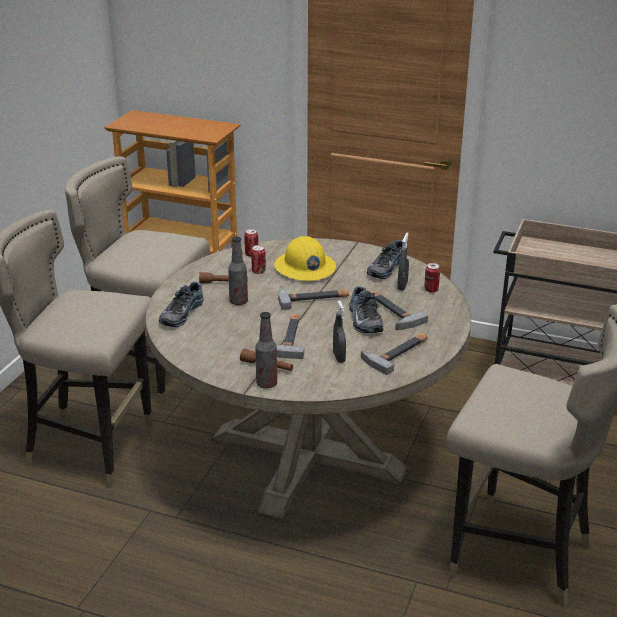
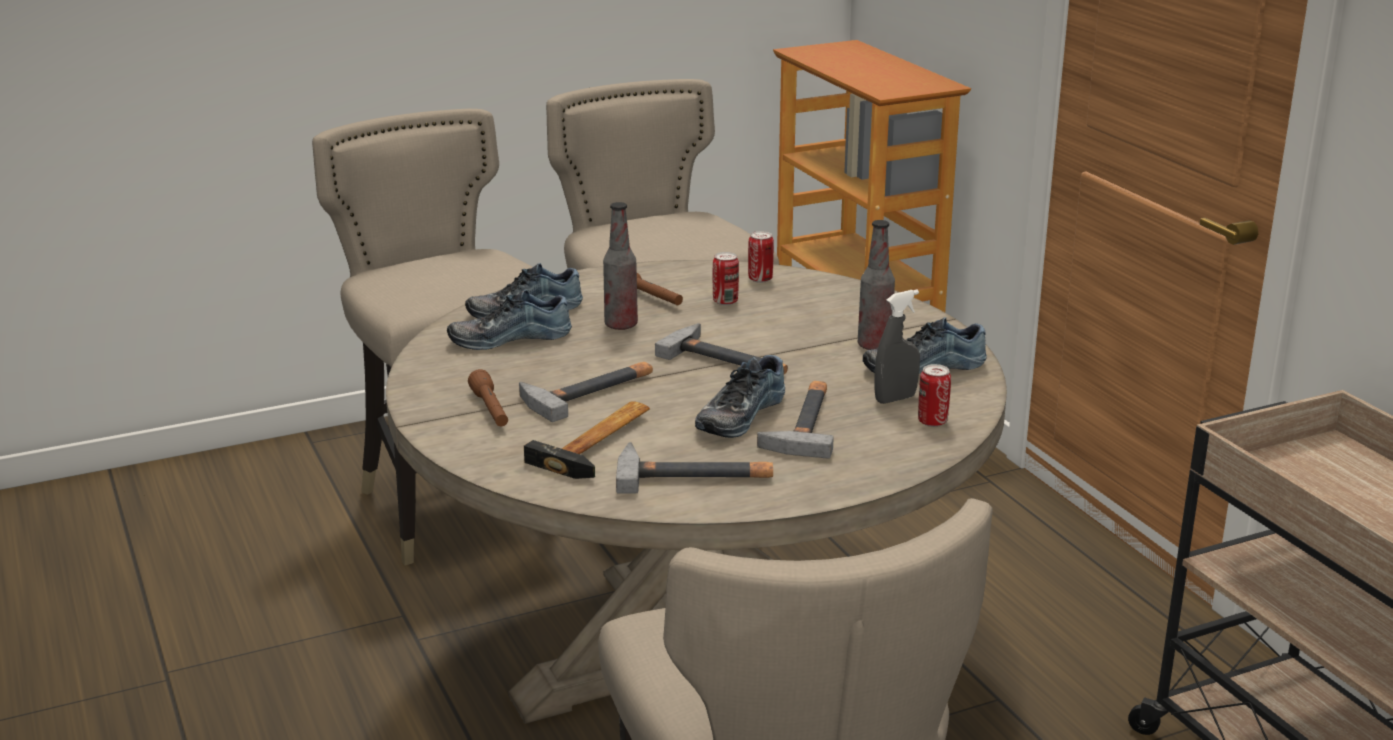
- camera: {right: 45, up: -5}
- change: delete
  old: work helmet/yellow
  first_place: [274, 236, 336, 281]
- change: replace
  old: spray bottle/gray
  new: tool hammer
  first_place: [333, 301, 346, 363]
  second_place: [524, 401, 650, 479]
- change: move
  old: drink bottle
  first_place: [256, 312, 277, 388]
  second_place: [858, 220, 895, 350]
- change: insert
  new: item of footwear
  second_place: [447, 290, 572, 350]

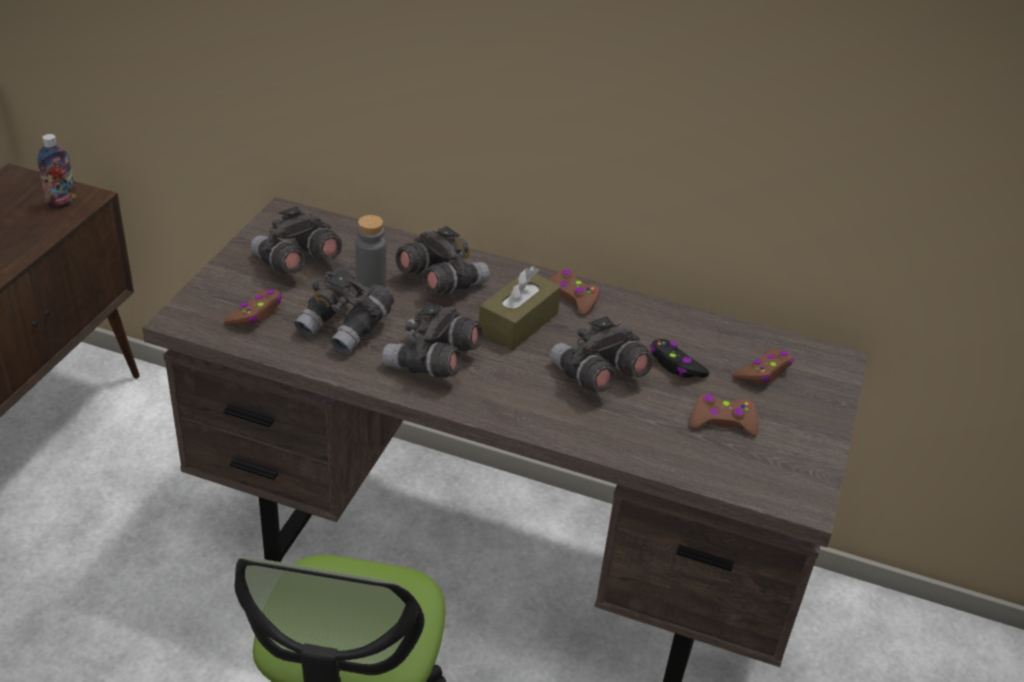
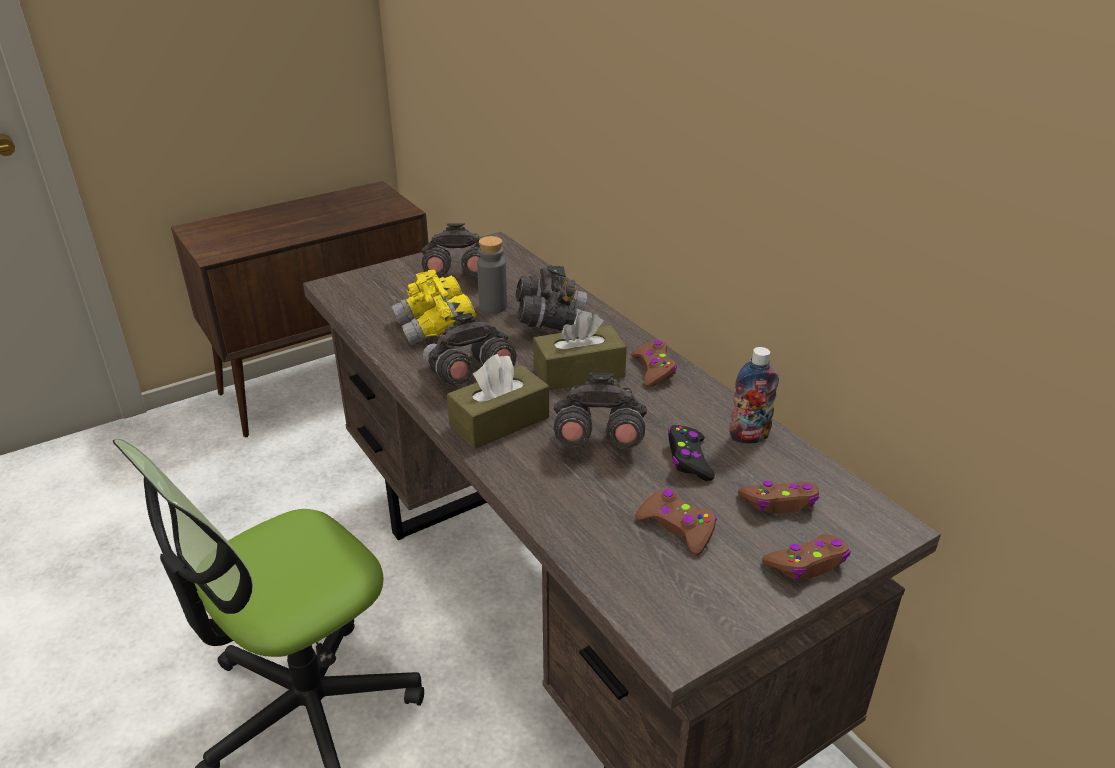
- camera: {right: 40, up: -5}
- change: move
  old: drink bottle
  first_place: [37, 134, 76, 209]
  second_place: [729, 347, 779, 443]
- change: recolor
  old: pair of binoculars/gray
  new: pair of binoculars/yellow
  first_place: [294, 268, 394, 354]
  second_place: [391, 270, 476, 345]
- change: move
  old: game controller/brownish
  first_place: [223, 289, 282, 326]
  second_place: [762, 534, 851, 579]
- change: insert
  new: box of tissues/brownish
  second_place: [447, 354, 549, 449]

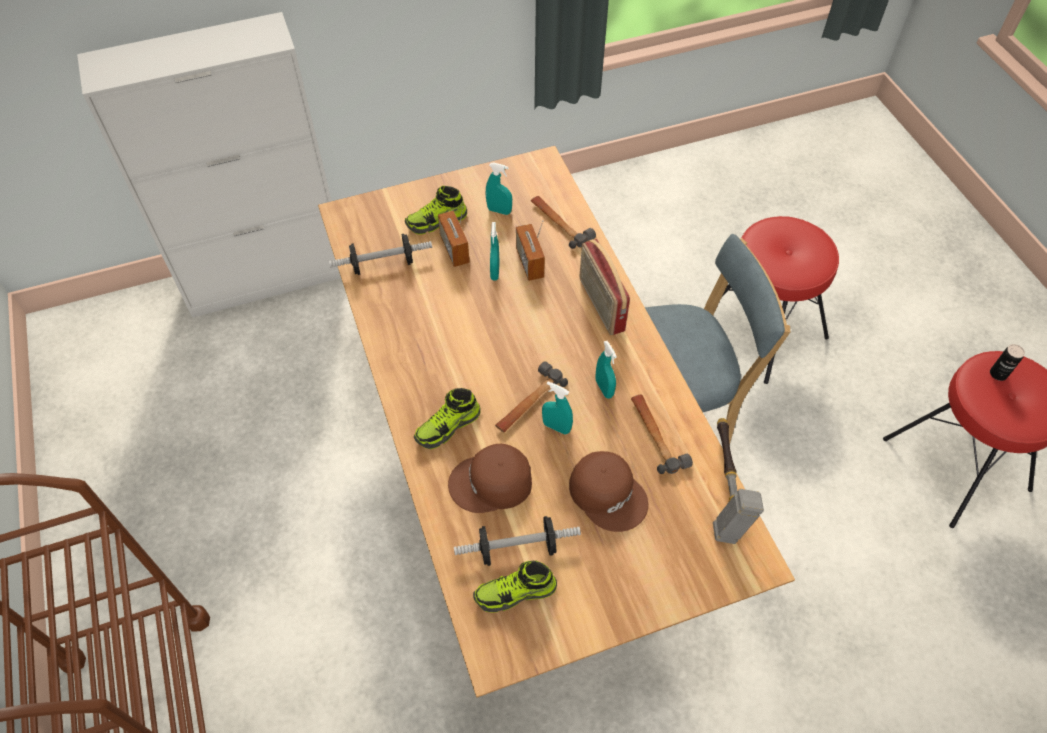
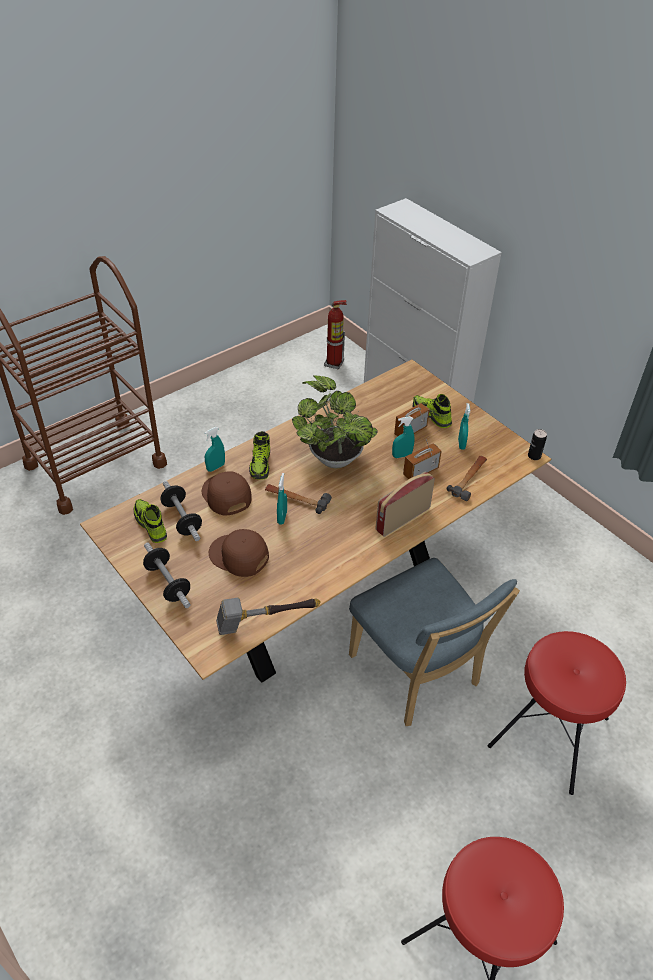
- camera: {right: 70, up: -10}
- change: move
  old: hand weight
  first_place: [329, 234, 432, 275]
  second_place: [143, 543, 191, 608]
- change: move
  old: spray bottle/blue-green
  first_place: [596, 341, 617, 399]
  second_place: [204, 427, 225, 472]
- change: move
  old: sealed can
  first_place: [990, 344, 1025, 381]
  second_place: [528, 429, 547, 460]
- change: rotate
  old: item of footwear
  first_place: [414, 388, 481, 449]
  second_place: [249, 431, 270, 480]
  degrees: -120
- change: delete
  old: tool hammer
  first_place: [631, 394, 693, 474]
- change: rotate
  old: cap/brownish
  first_place: [569, 451, 648, 532]
  second_place: [209, 529, 269, 577]
  degrees: 90
- change: insert
  new: fire-fighting cylinder
  second_place: [324, 300, 347, 370]
- change: insert
  new: plant in a pot
  second_place: [292, 375, 378, 468]

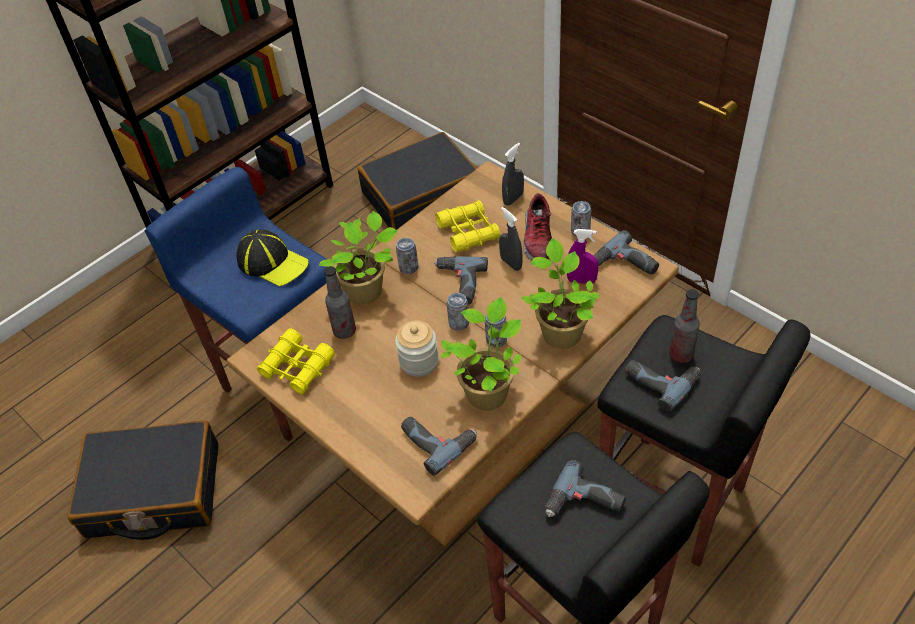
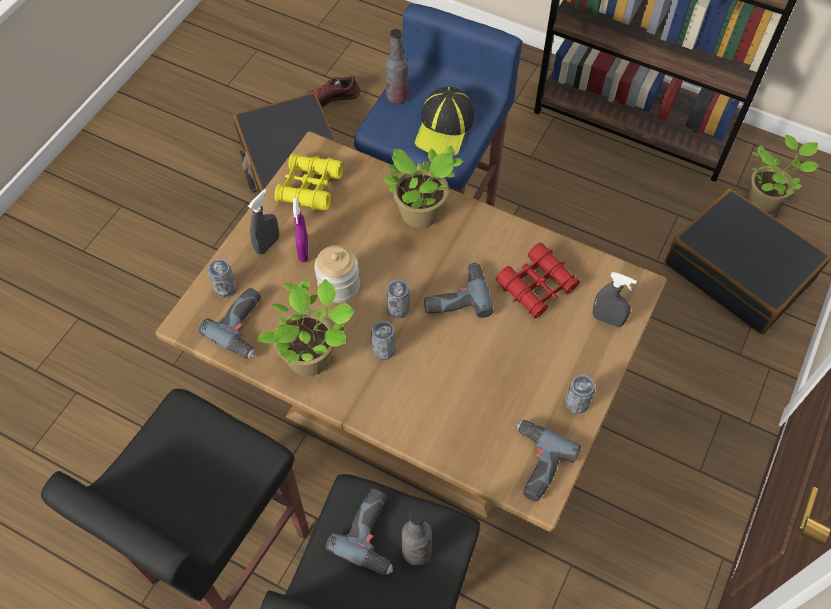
- camera: {right: 70, up: 10}
- change: move
  old: item of footwear
  first_place: [523, 193, 552, 260]
  second_place: [306, 75, 361, 107]
- change: recolor
  old: pair of binoculars/yellow
  new: pair of binoculars/red
  first_place: [435, 200, 500, 252]
  second_place: [496, 242, 580, 318]
- change: move
  old: spray bottle/gray
  first_place: [499, 207, 523, 271]
  second_place: [248, 189, 279, 255]
- change: move
  old: spray bottle/purplish
  first_place: [567, 229, 599, 284]
  second_place: [293, 198, 308, 262]
- change: move
  old: sealed can
  first_place: [396, 238, 419, 274]
  second_place: [208, 259, 237, 298]
- change: move
  old: plant in a pot
  first_place: [521, 238, 600, 349]
  second_place: [749, 135, 820, 212]
- change: move
  old: drink bottle
  first_place: [324, 266, 356, 339]
  second_place: [385, 29, 408, 104]
- change: delete
  old: electric drill
  first_place: [545, 460, 626, 517]

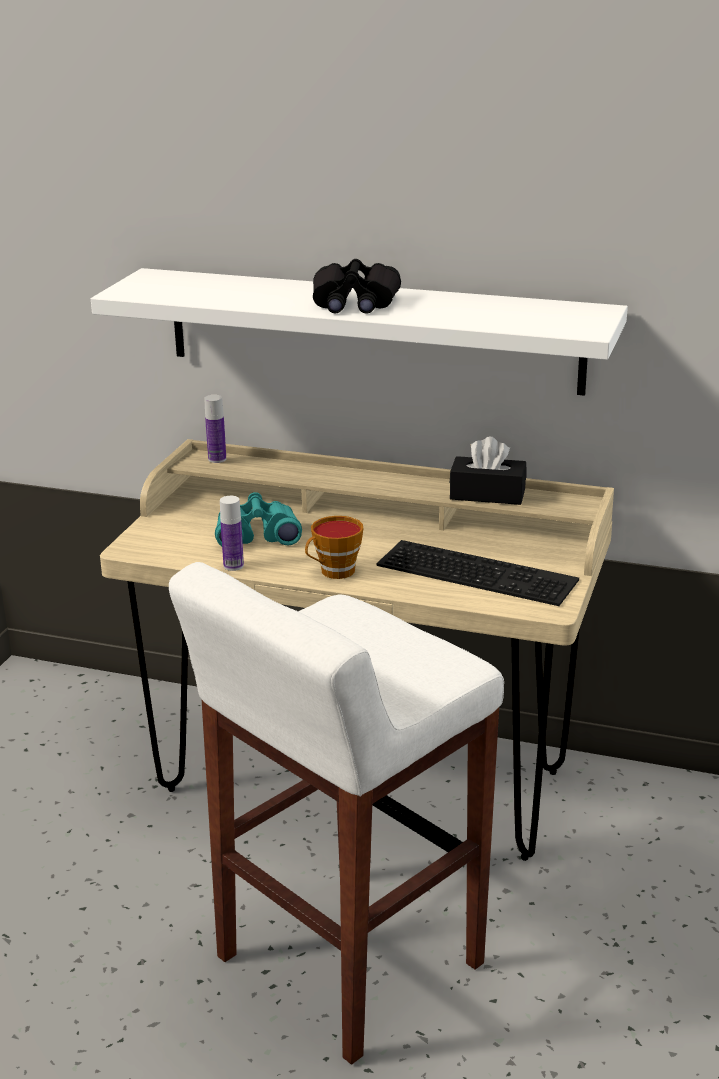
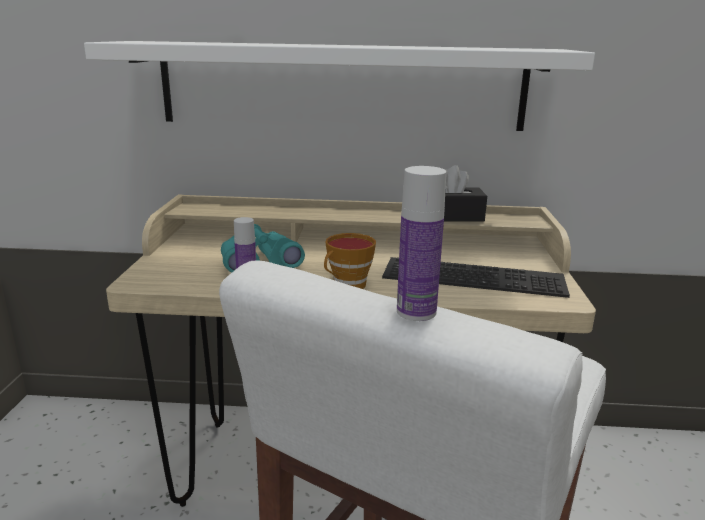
- camera: {right: -15, up: -5}
- change: delete
  old: pair of binoculars/blackish
  first_place: [313, 259, 401, 314]
- change: move
  old: drink bottle
  first_place: [204, 395, 226, 463]
  second_place: [397, 166, 446, 321]

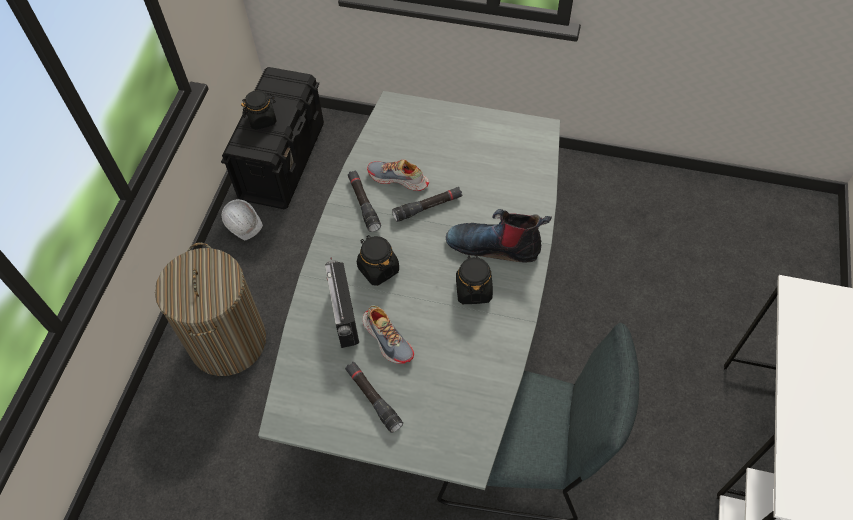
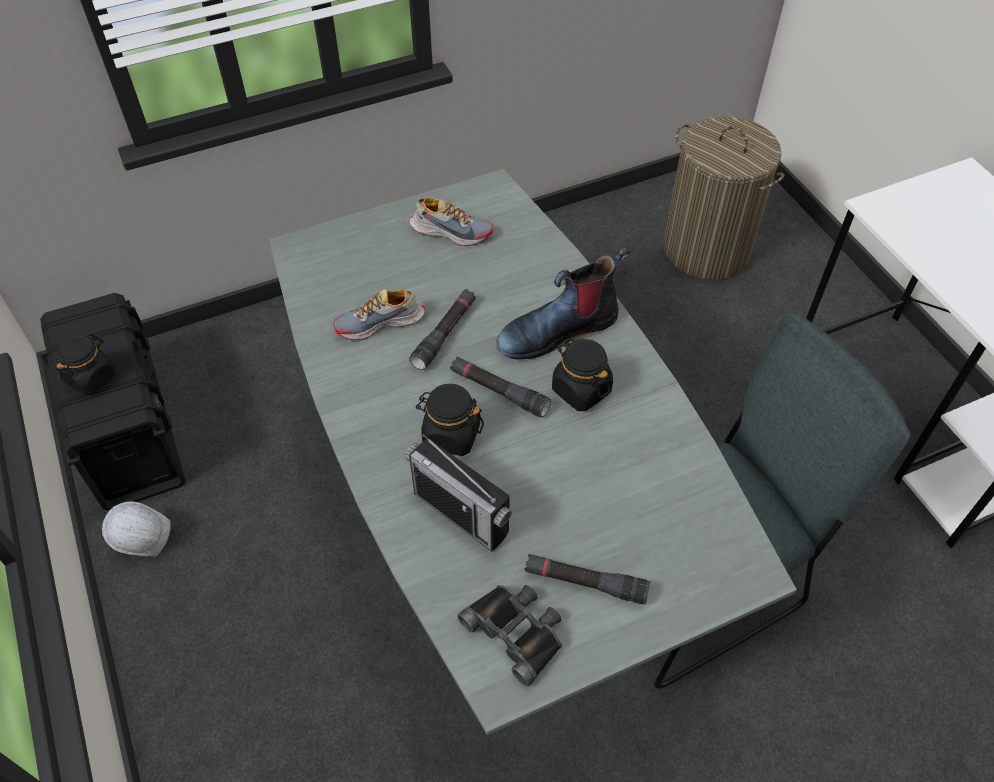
- camera: {right: -40, up: -5}
- change: move
  old: torch/blackish
  first_place: [348, 170, 381, 232]
  second_place: [450, 357, 551, 418]
- change: move
  old: washing basket
  first_place: [155, 243, 266, 376]
  second_place: [664, 116, 784, 280]
- change: move
  old: item of footwear
  first_place: [363, 306, 414, 364]
  second_place: [409, 197, 493, 246]
- change: insert
  new: pair of binoculars/blackish
  second_place: [458, 585, 562, 686]

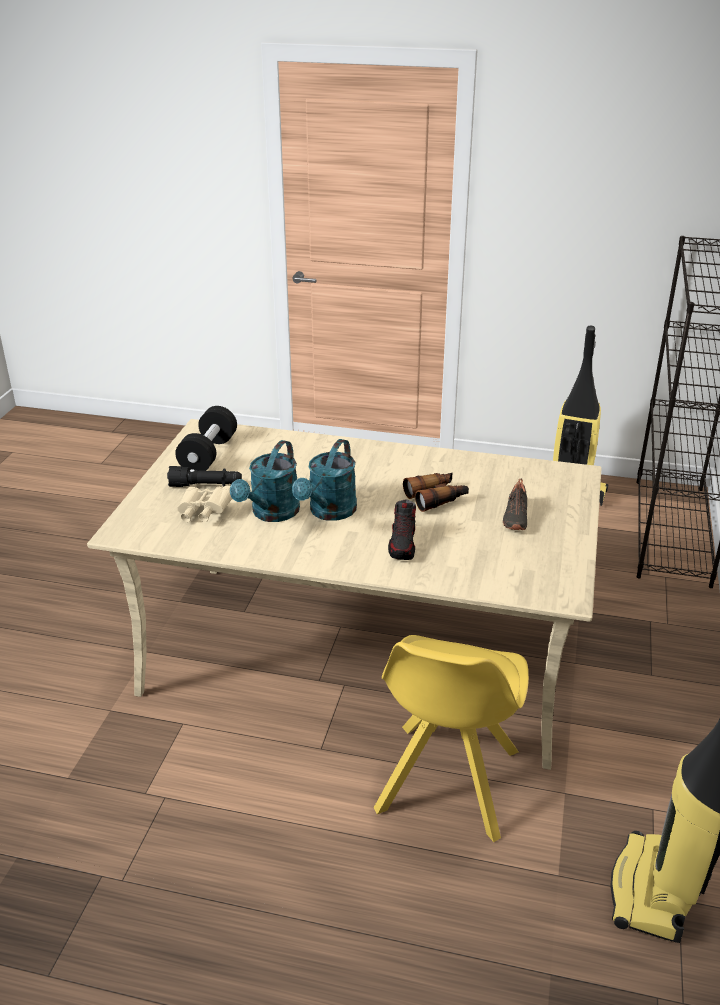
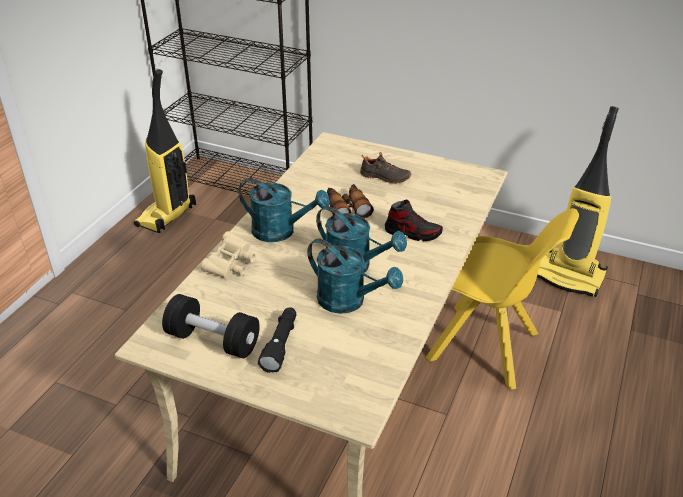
- camera: {right: -80, up: 5}
- change: move
  old: pair of binoculars/beige-coloured
  first_place: [177, 486, 232, 522]
  second_place: [201, 231, 255, 279]
- change: insert
  new: sprinkling can/blue-green
  second_place: [238, 178, 330, 242]

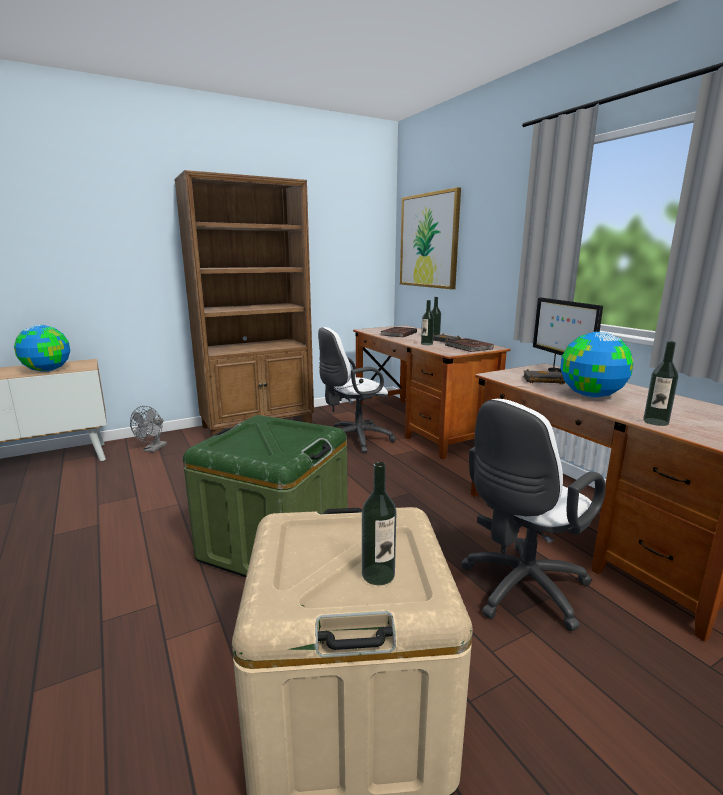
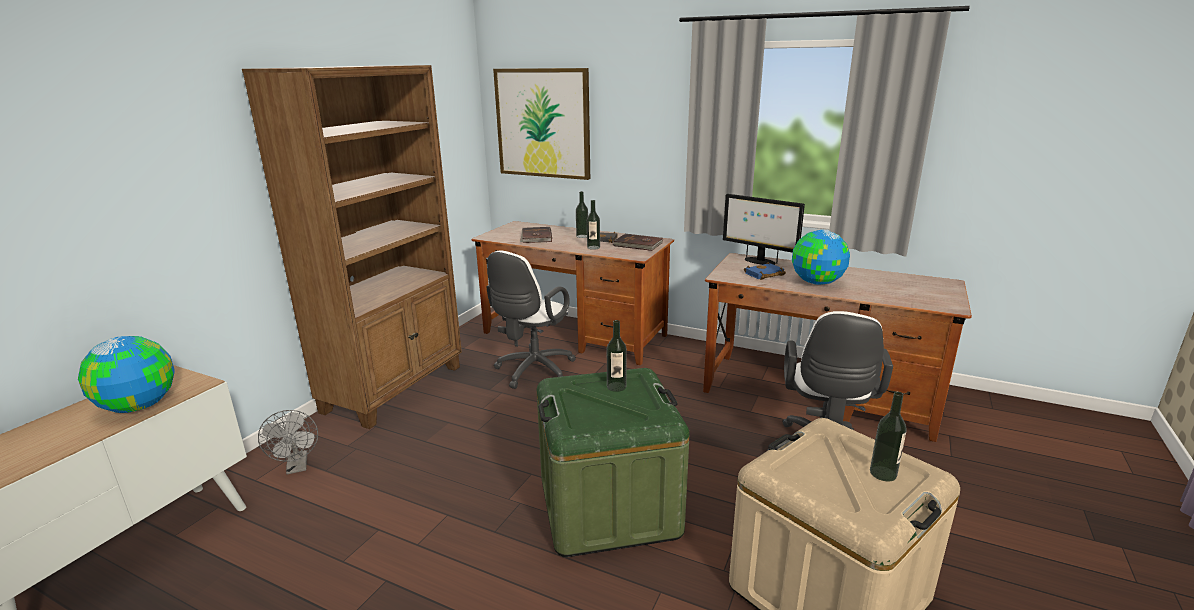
- camera: {right: -35, up: 5}
- change: move
  old: drink bottle
  first_place: [643, 341, 679, 426]
  second_place: [607, 320, 627, 392]
- change: recolor
  old: bound book/blackish
  new: bound book/blue
  first_place: [523, 369, 565, 384]
  second_place: [744, 262, 786, 280]

